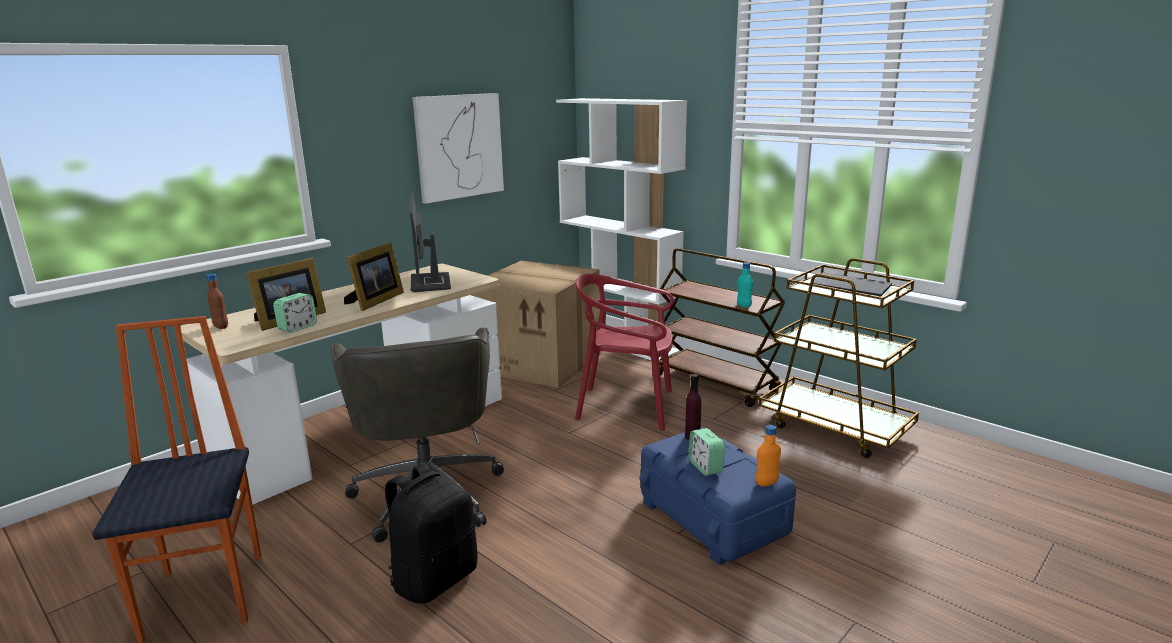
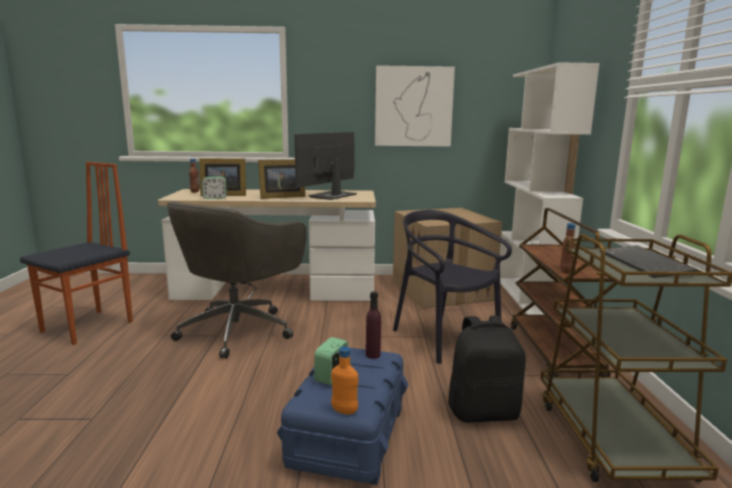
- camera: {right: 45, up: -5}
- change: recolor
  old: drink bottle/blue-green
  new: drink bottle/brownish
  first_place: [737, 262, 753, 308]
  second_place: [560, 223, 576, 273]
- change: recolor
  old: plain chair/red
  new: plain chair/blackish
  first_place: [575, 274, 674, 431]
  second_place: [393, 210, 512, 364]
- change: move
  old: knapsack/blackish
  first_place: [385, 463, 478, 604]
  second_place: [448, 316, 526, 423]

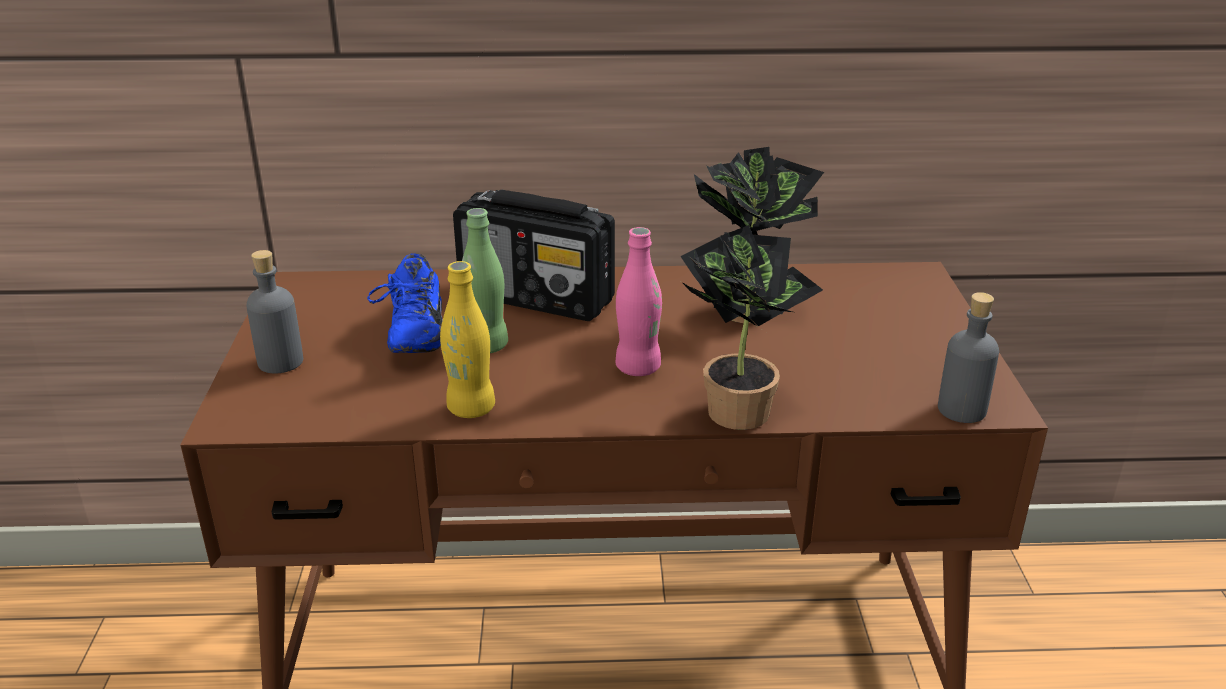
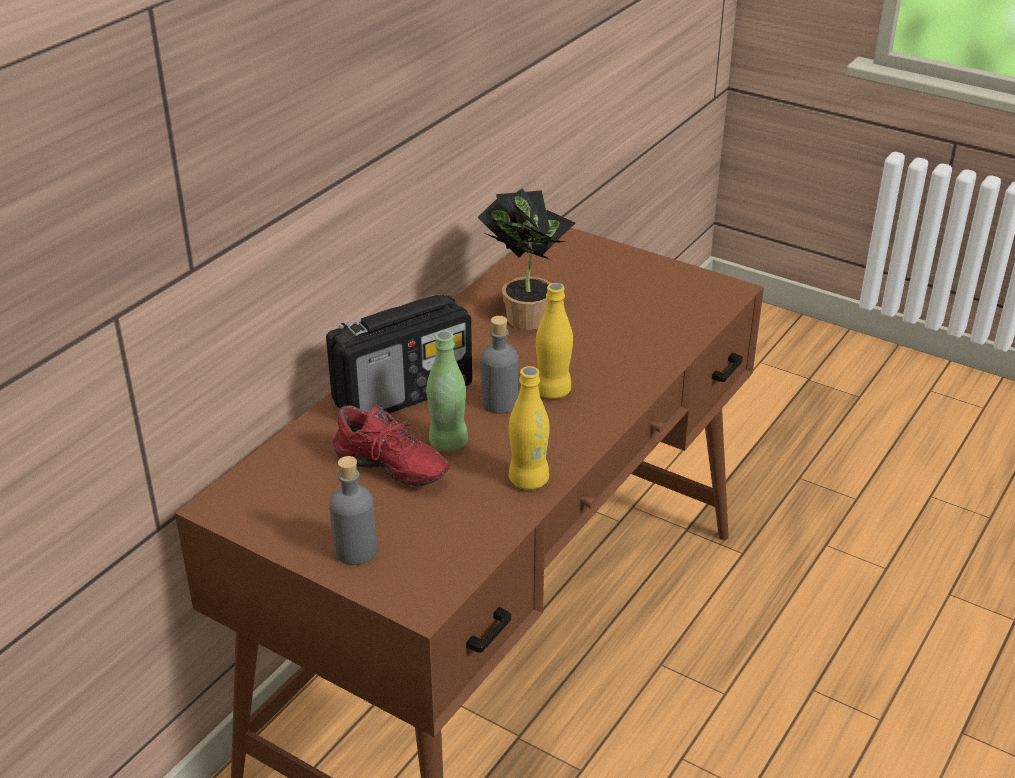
- camera: {right: -55, up: 5}
- change: delete
  old: plant in a pot
  first_place: [680, 225, 823, 430]
- change: recolor
  old: drink bottle/pink-coloured
  new: drink bottle/yellow
  first_place: [616, 227, 662, 376]
  second_place: [536, 283, 573, 399]
- change: recolor
  old: item of footwear/blue
  new: item of footwear/red
  first_place: [367, 253, 443, 353]
  second_place: [333, 404, 449, 486]
- change: move
  old: drink bottle/gray
  first_place: [938, 292, 999, 423]
  second_place: [480, 316, 518, 414]

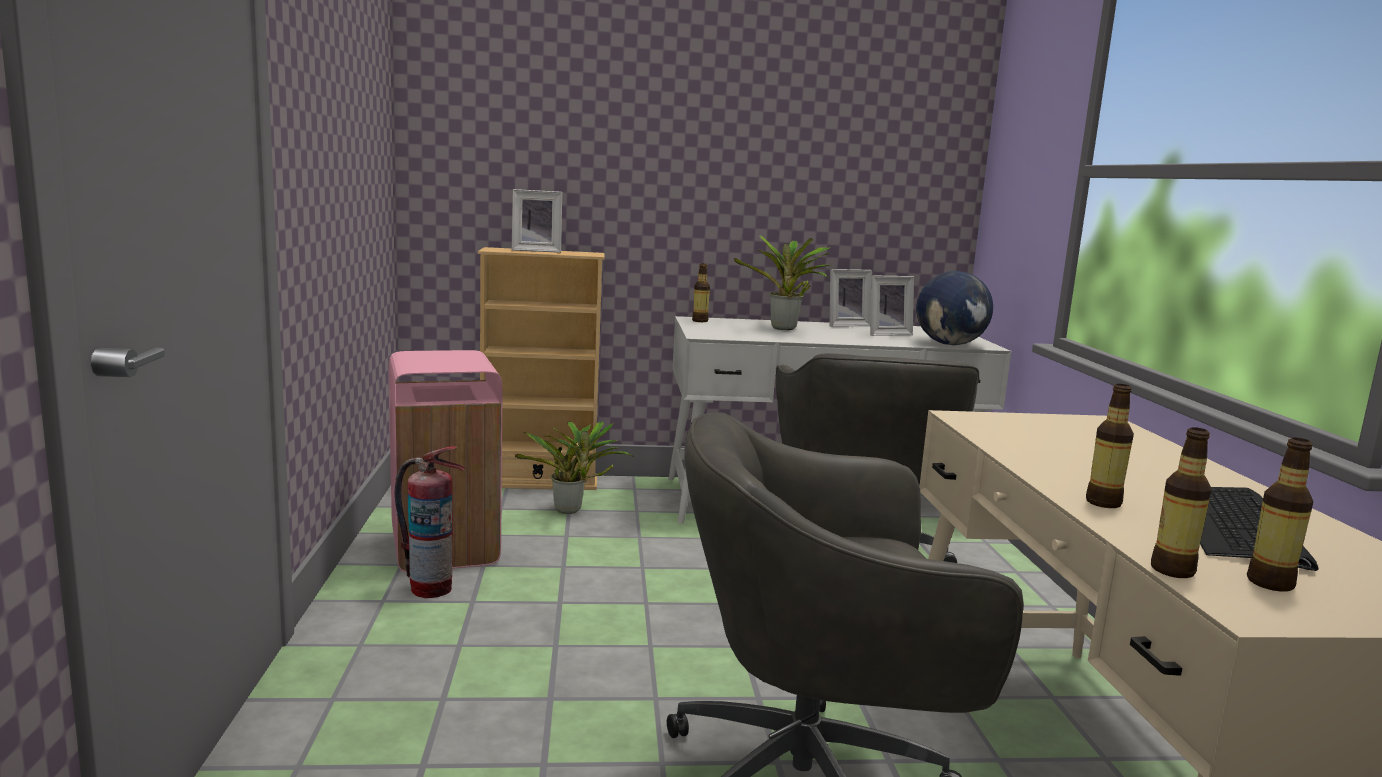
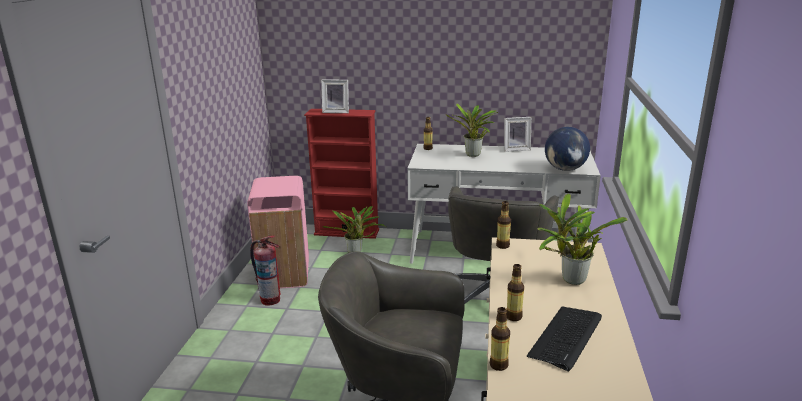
- camera: {right: 15, up: 10}
- change: recolor
  old: shelving unit/beige-coloured
  new: shelving unit/red
  first_place: [478, 247, 605, 490]
  second_place: [304, 109, 379, 239]
- change: delete
  old: picture frame
  first_place: [870, 275, 914, 336]
- change: move
  old: drink bottle
  first_place: [1247, 438, 1313, 592]
  second_place: [496, 201, 511, 249]
- change: insert
  new: plant in a pot
  second_place: [537, 193, 628, 285]

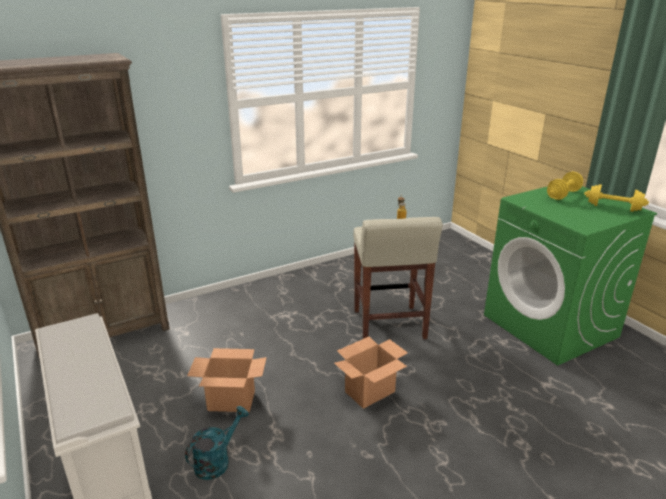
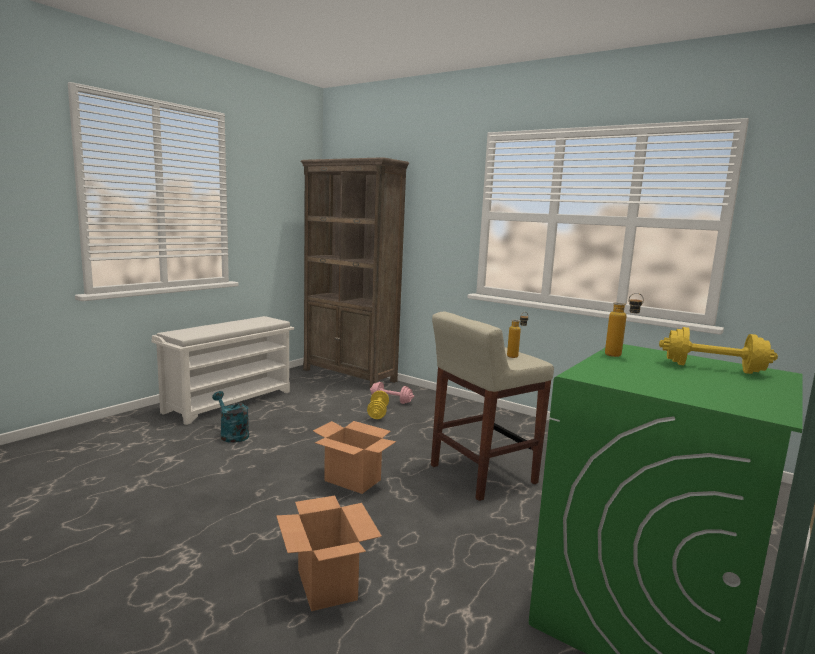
- camera: {right: 65, up: -15}
- change: move
  old: hand weight/yellow
  first_place: [584, 184, 649, 212]
  second_place: [367, 391, 389, 419]
- change: move
  old: cardboard box
  first_place: [187, 348, 267, 412]
  second_place: [276, 496, 382, 611]
- change: rotate
  old: sprinkling can/blue-green
  first_place: [185, 406, 249, 480]
  second_place: [212, 391, 249, 443]
  degrees: -150
- change: insert
  new: drink bottle
  second_place: [605, 293, 644, 357]
- change: insert
  new: hand weight/pink-coloured
  second_place: [370, 382, 414, 404]

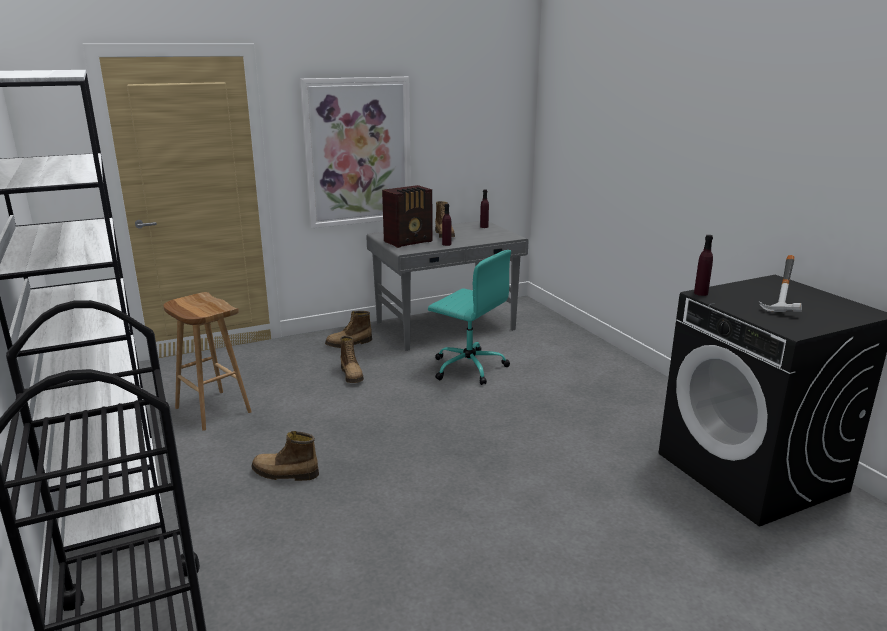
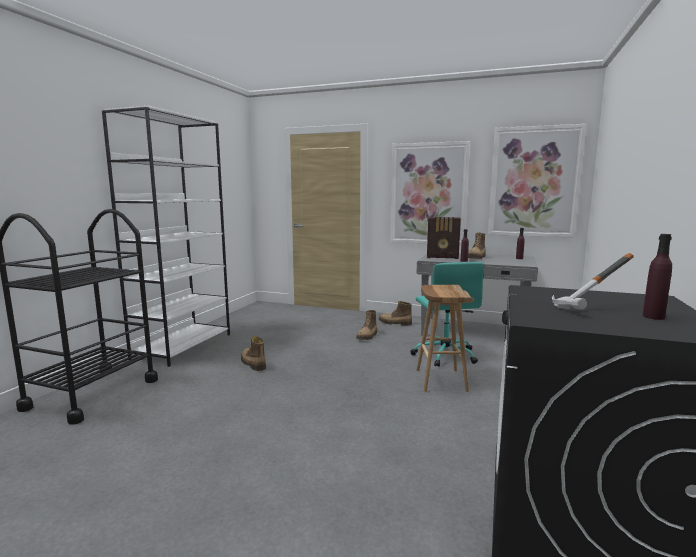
- camera: {right: 45, up: -10}
- change: move
  old: drink bottle/purplish
  first_place: [694, 235, 713, 296]
  second_place: [643, 234, 672, 320]
- change: move
  old: stool seat/brownish
  first_place: [163, 292, 252, 431]
  second_place: [416, 285, 474, 392]
- change: insert
  new: wall picture
  second_place: [488, 124, 586, 238]

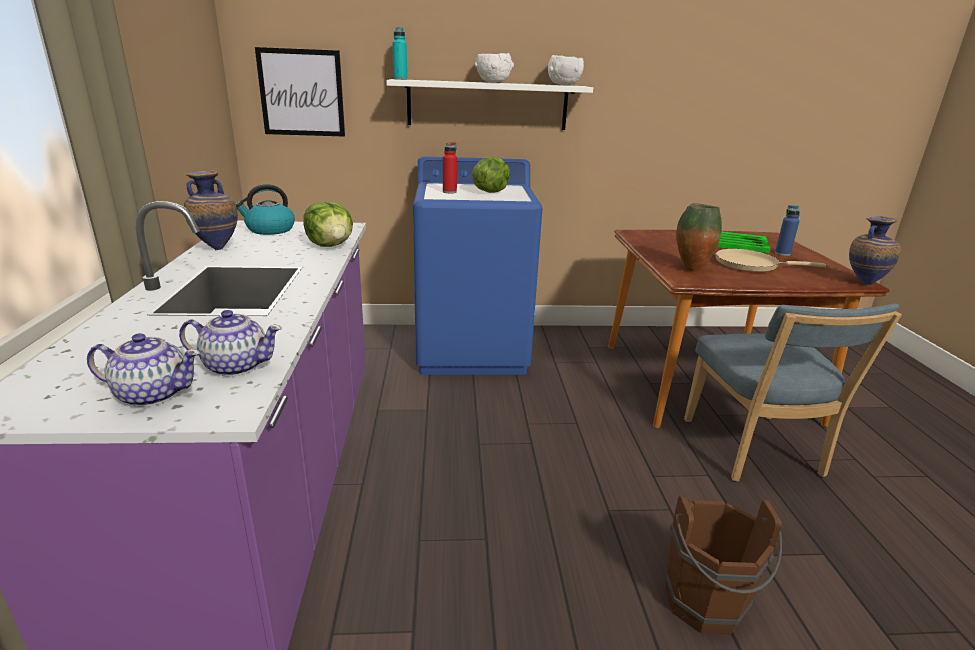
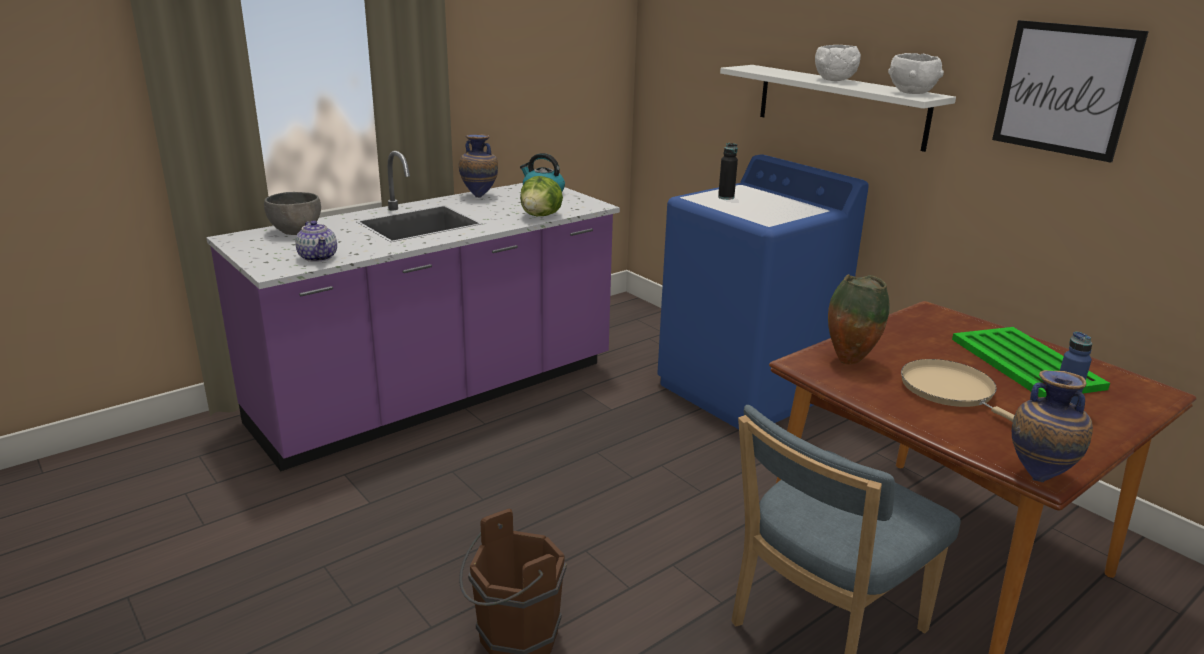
- camera: {right: 55, up: 0}
- change: delete
  old: drink bottle/blue-green
  first_place: [392, 27, 407, 80]
- change: move
  old: wall picture
  first_place: [255, 47, 345, 137]
  second_place: [992, 20, 1149, 163]
- change: recolor
  old: drink bottle/red
  new: drink bottle/blackish
  first_place: [443, 142, 457, 193]
  second_place: [718, 143, 738, 200]
- change: delete
  old: head of lettuce
  first_place: [472, 157, 510, 193]
- change: delete
  old: teapot
  first_place: [87, 333, 201, 407]
- change: insert
  new: deep dish/gray
  second_place: [264, 192, 321, 235]

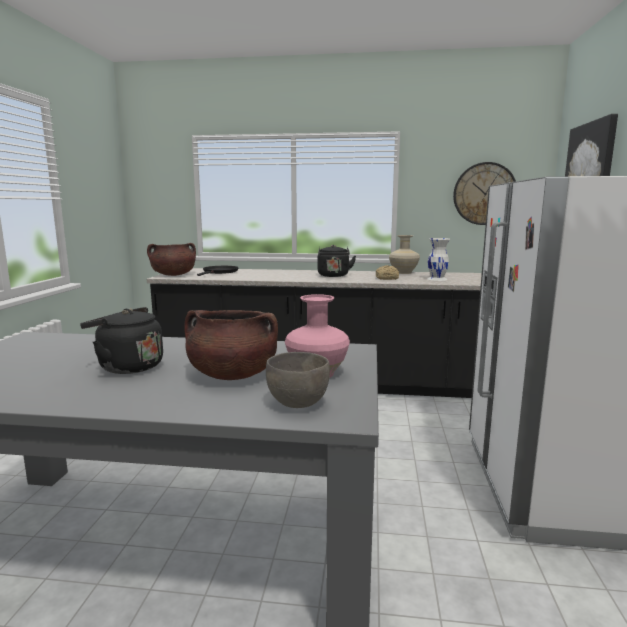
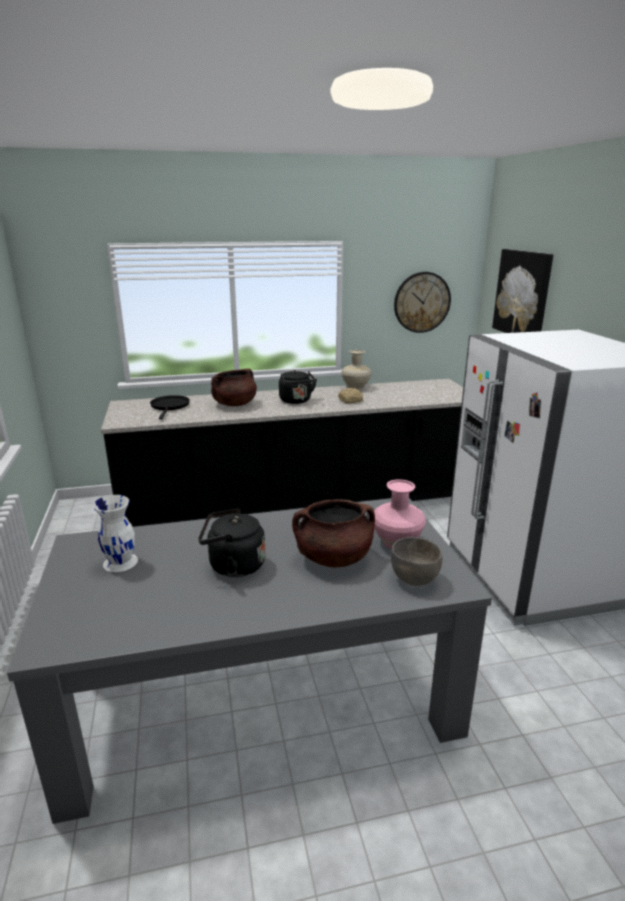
- camera: {right: -20, up: 10}
- change: move
  old: flower vase/white
  first_place: [427, 238, 450, 281]
  second_place: [93, 495, 138, 572]
- change: move
  old: stockpot/brownish
  first_place: [147, 243, 196, 276]
  second_place: [211, 368, 257, 406]

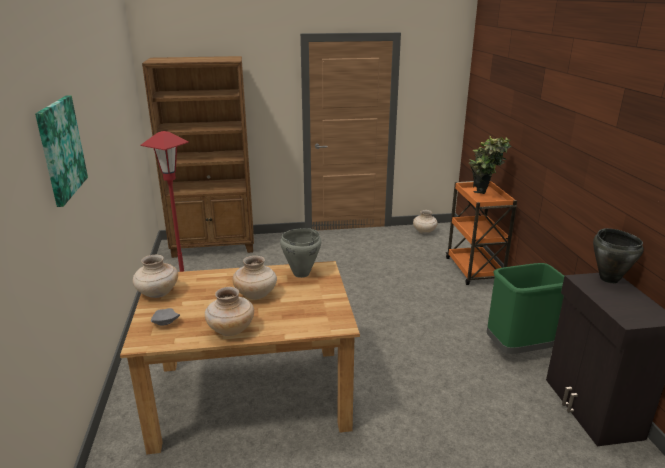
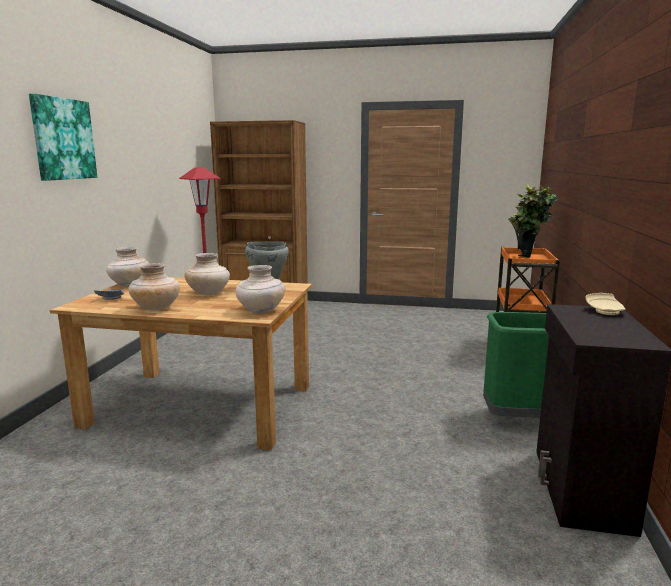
- camera: {right: 20, up: -10}
- change: move
  old: flower vase/beige-coloured
  first_place: [413, 210, 438, 234]
  second_place: [236, 265, 285, 313]
- change: replace
  old: stockpot/blackish
  new: dinner plate/beige-coloured
  first_place: [593, 228, 644, 283]
  second_place: [585, 293, 626, 315]

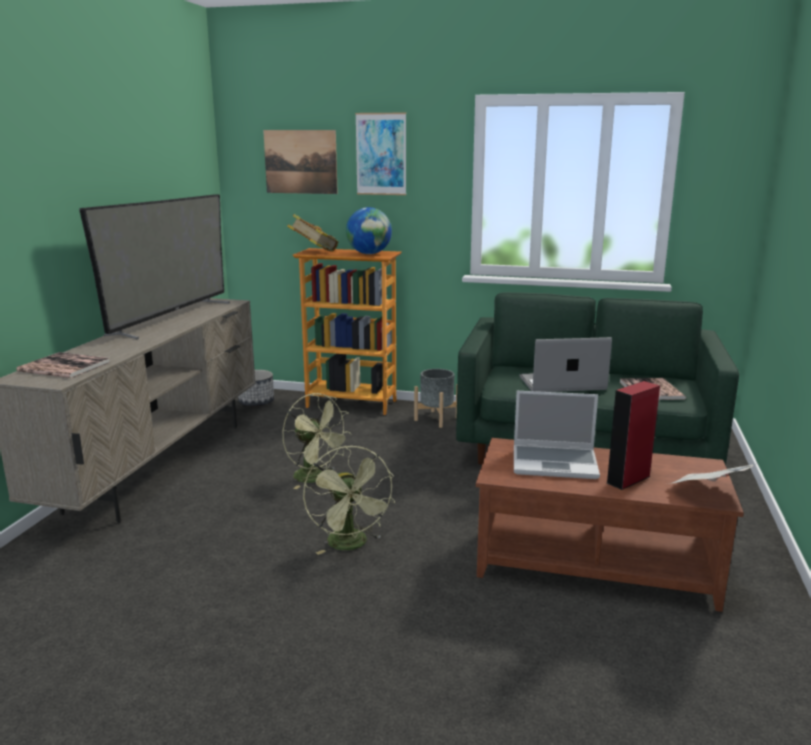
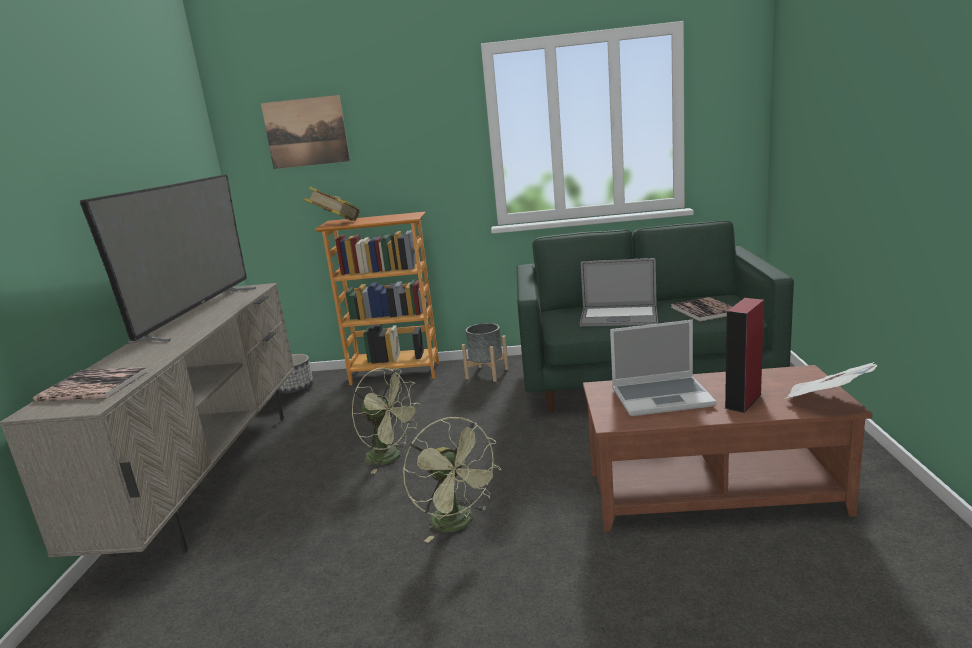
- camera: {right: -10, up: 0}
- change: delete
  old: wall picture
  first_place: [355, 113, 406, 195]
- change: delete
  old: world globe
  first_place: [346, 207, 392, 254]
- change: rotate
  old: laptop
  first_place: [519, 337, 612, 392]
  second_place: [580, 258, 658, 327]
  degrees: -150

